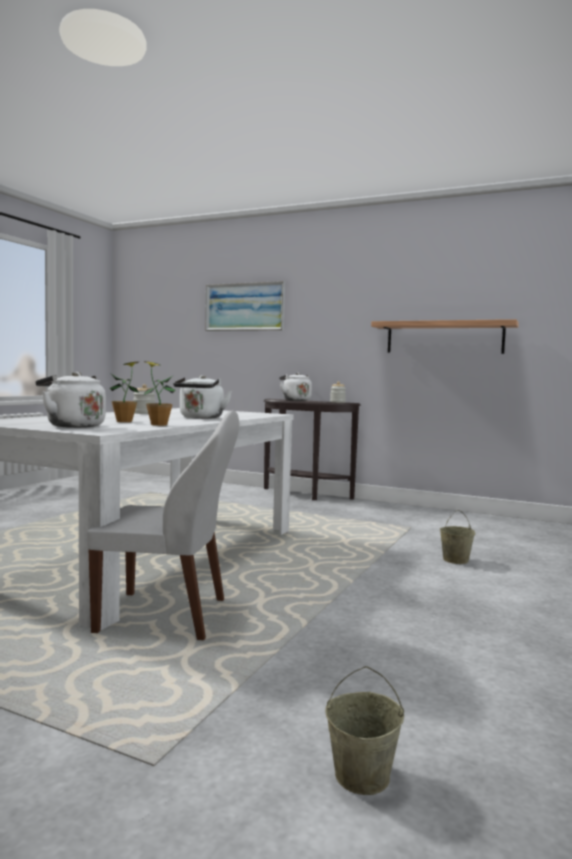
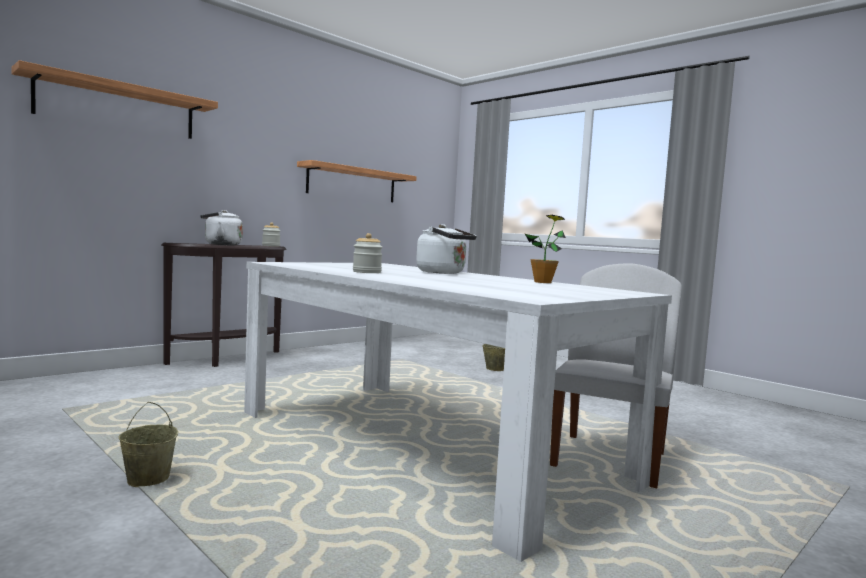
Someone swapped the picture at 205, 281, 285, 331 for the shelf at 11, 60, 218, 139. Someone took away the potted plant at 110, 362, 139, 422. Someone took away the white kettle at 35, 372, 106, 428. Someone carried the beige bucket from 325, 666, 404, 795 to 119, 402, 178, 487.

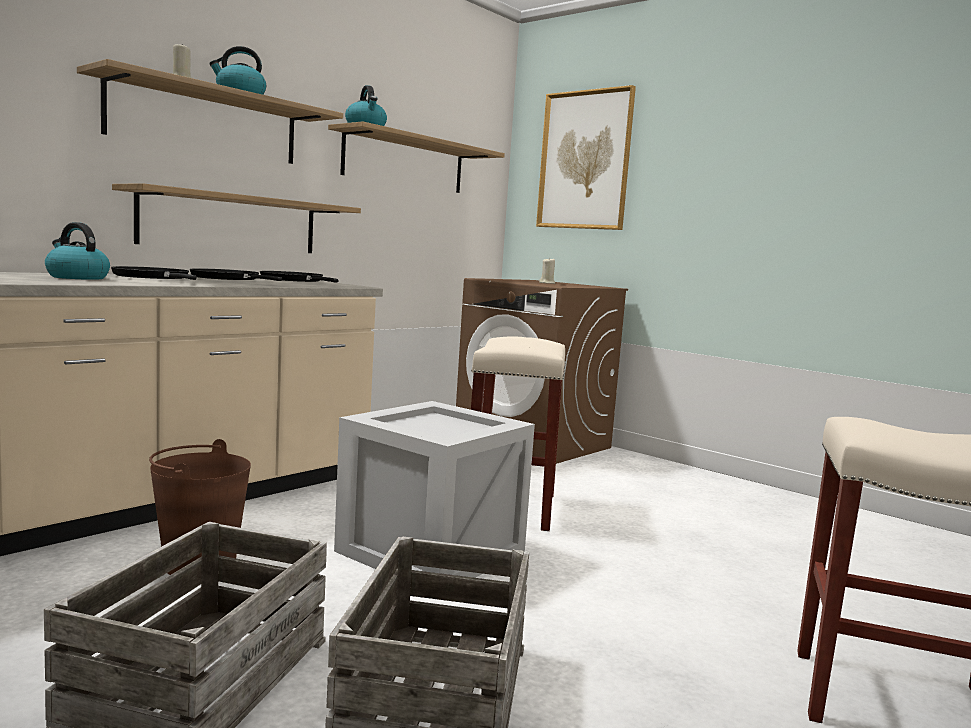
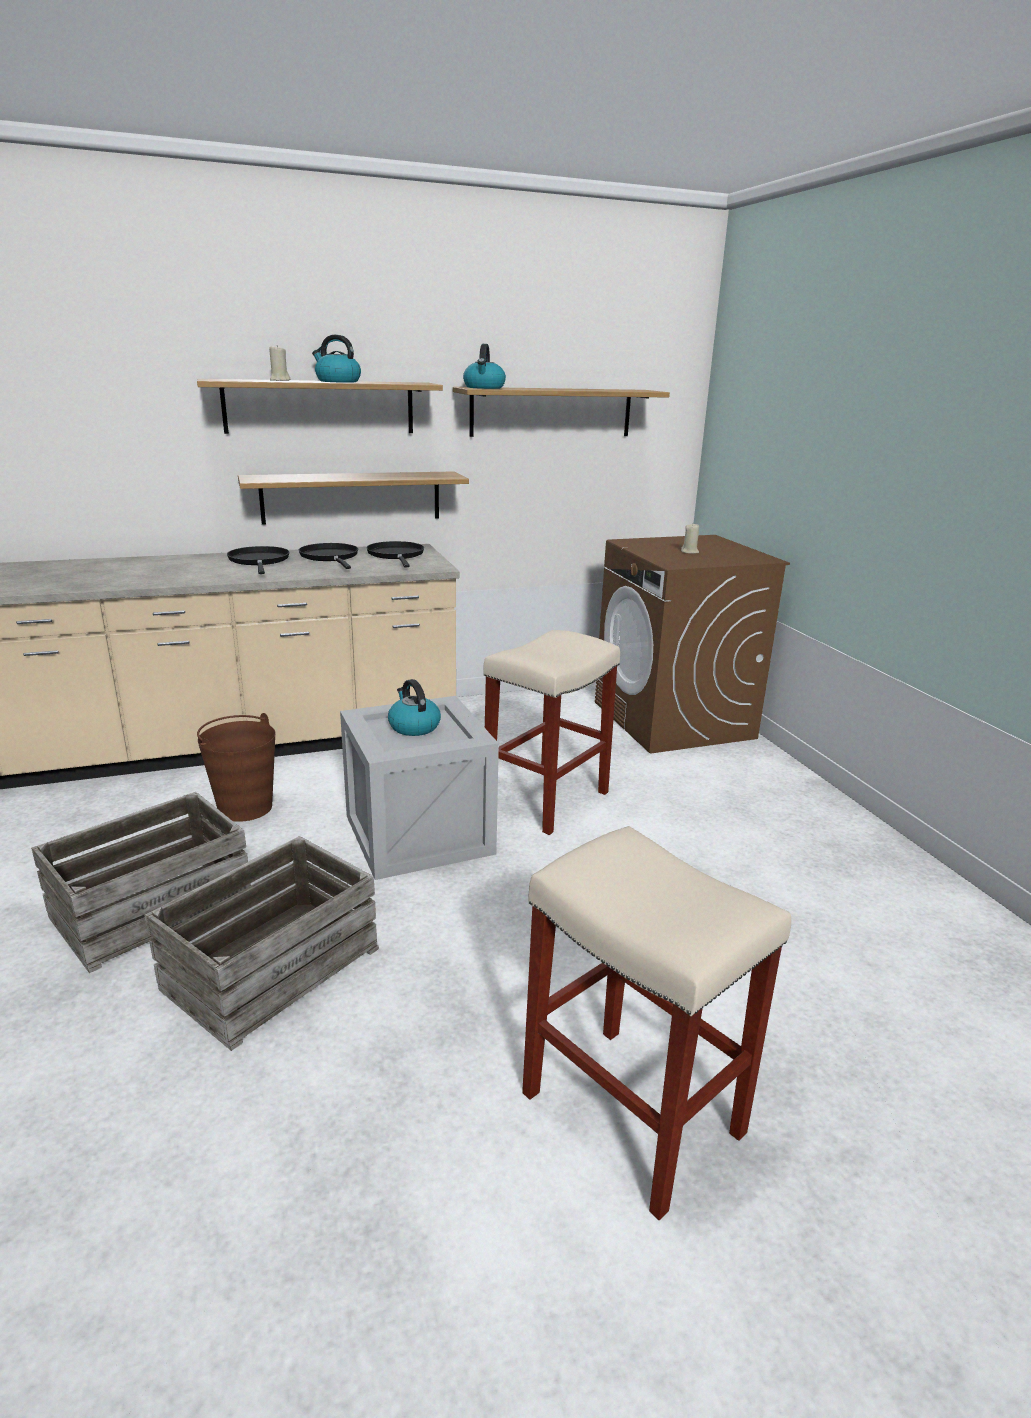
Someone took away the picture at 536, 85, 636, 230. Someone carried the kettle from 45, 222, 110, 280 to 388, 679, 441, 736.

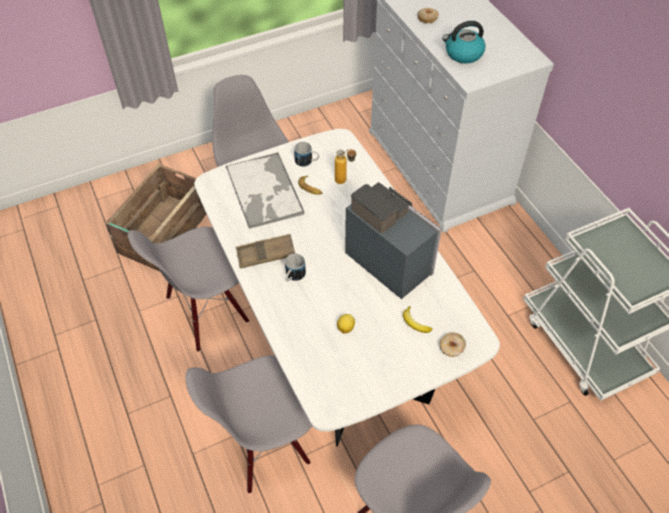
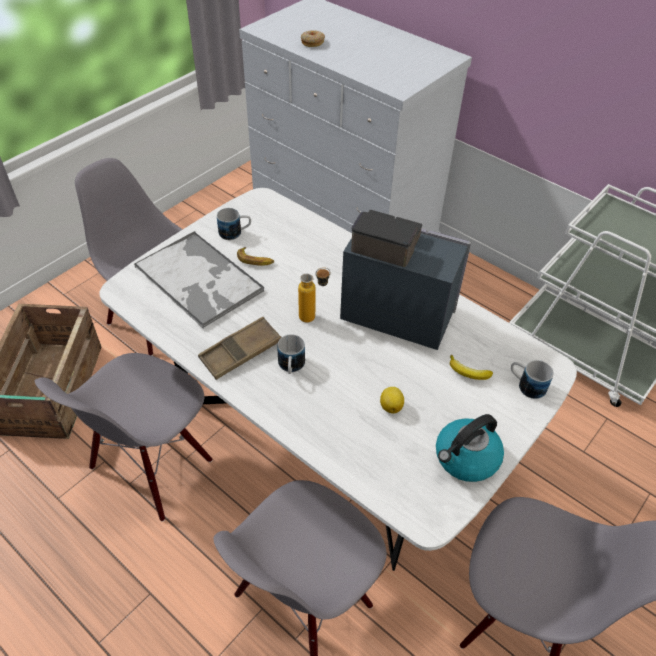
Someone carried the kettle from 442, 21, 486, 63 to 436, 414, 504, 482. Someone carried the bottle from 335, 149, 357, 184 to 298, 267, 331, 323. Someone swapped the donut at 440, 332, 466, 357 for the mug at 511, 360, 553, 399.

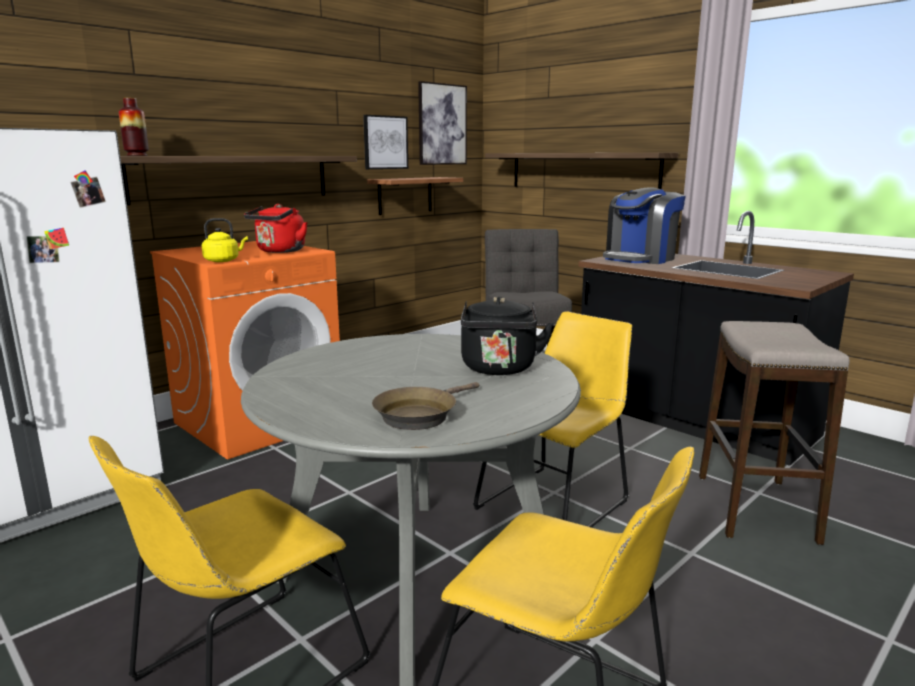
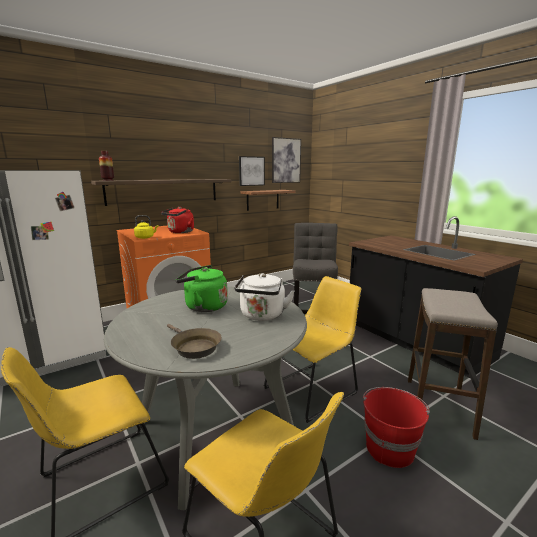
Someone took away the shelf at 485, 153, 678, 189. Someone took away the coffee machine at 603, 187, 686, 264. Someone repainted the black kettle at 461, 297, 554, 375, which became the white kettle at 234, 273, 295, 321. Someone rotated the brown frying pan at 372, 382, 479, 430 by 90 degrees counterclockwise. Someone put down the green kettle at 175, 265, 228, 312. Someone put down the red bucket at 363, 387, 430, 468.

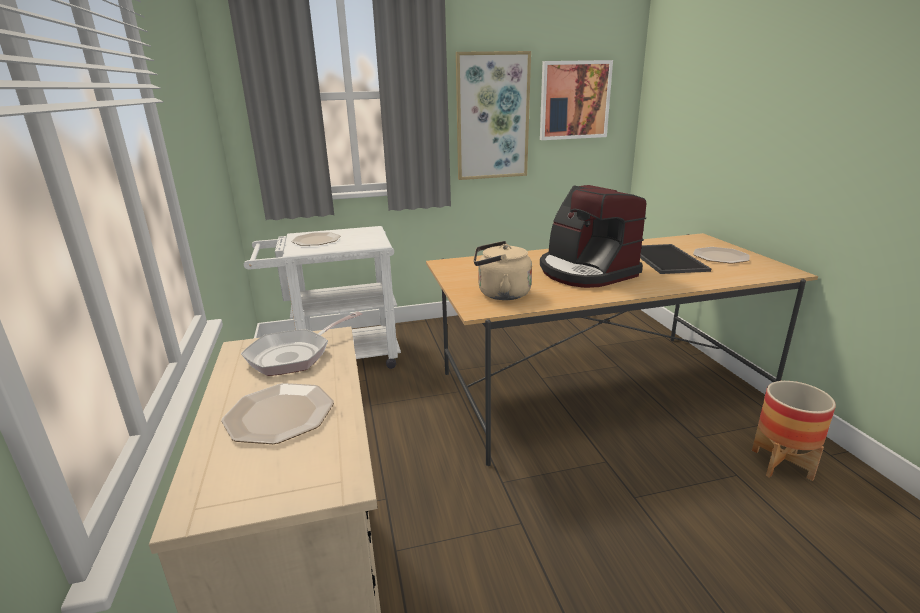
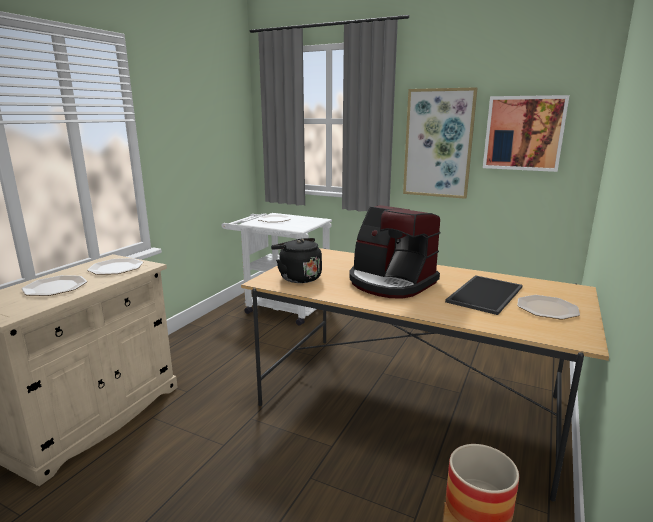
Someone rotated the coffee machine at 540, 185, 646, 288 by 60 degrees counterclockwise. Someone repainted the beige kettle at 474, 241, 532, 300, which became the black kettle at 271, 238, 322, 283. Someone swapped the frying pan at 241, 312, 362, 376 for the plate at 87, 258, 143, 275.

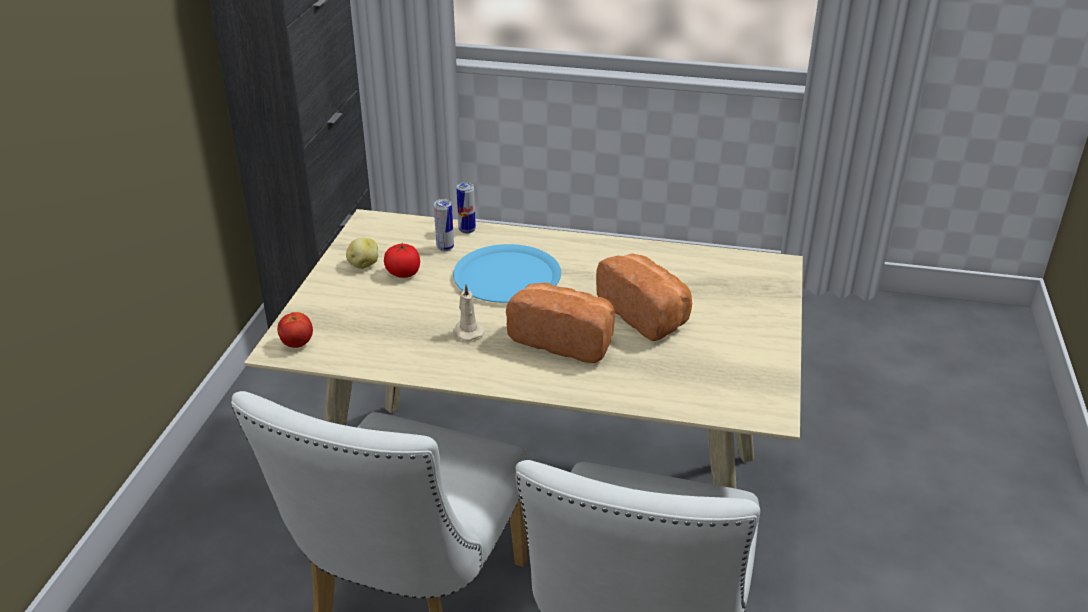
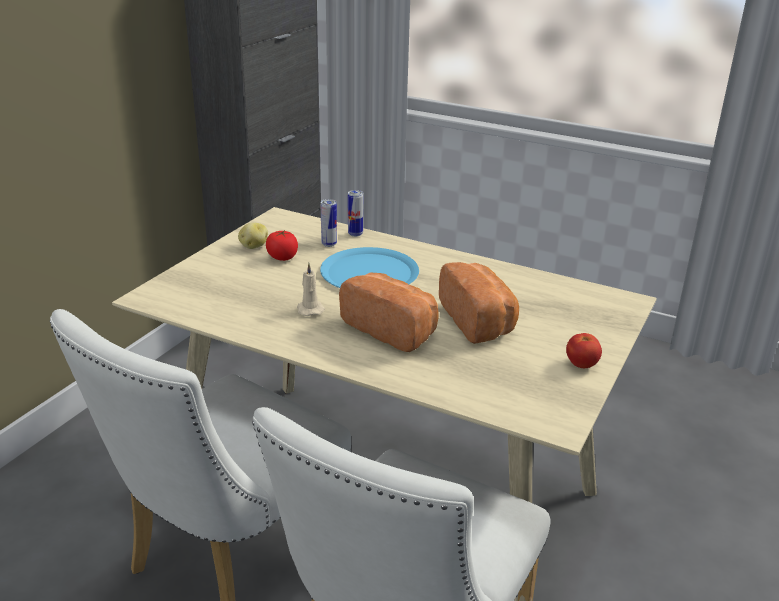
Someone carried the tomato from 277, 312, 313, 348 to 566, 333, 602, 368.

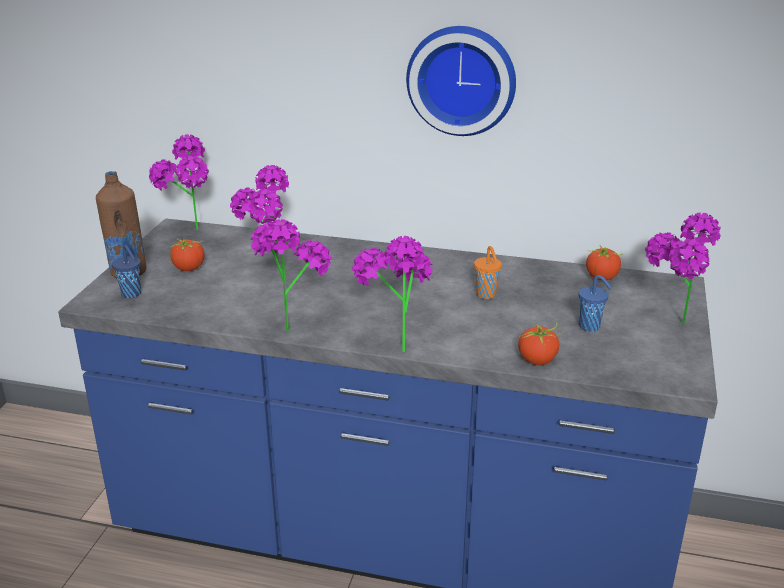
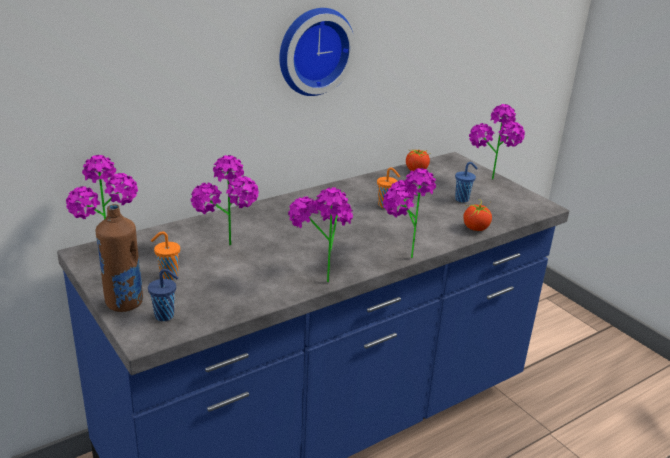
Someone swapped the tomato at 169, 239, 205, 271 for the orange cup at 151, 231, 180, 280.

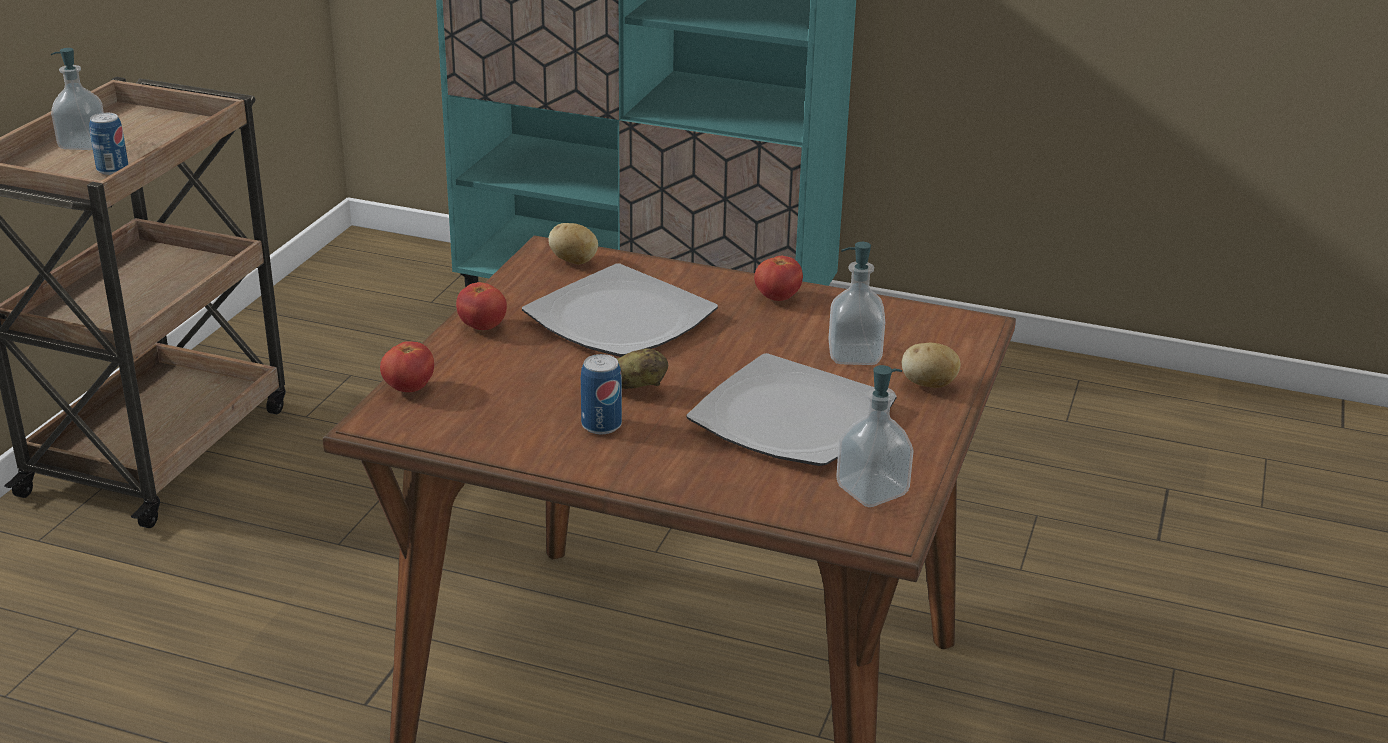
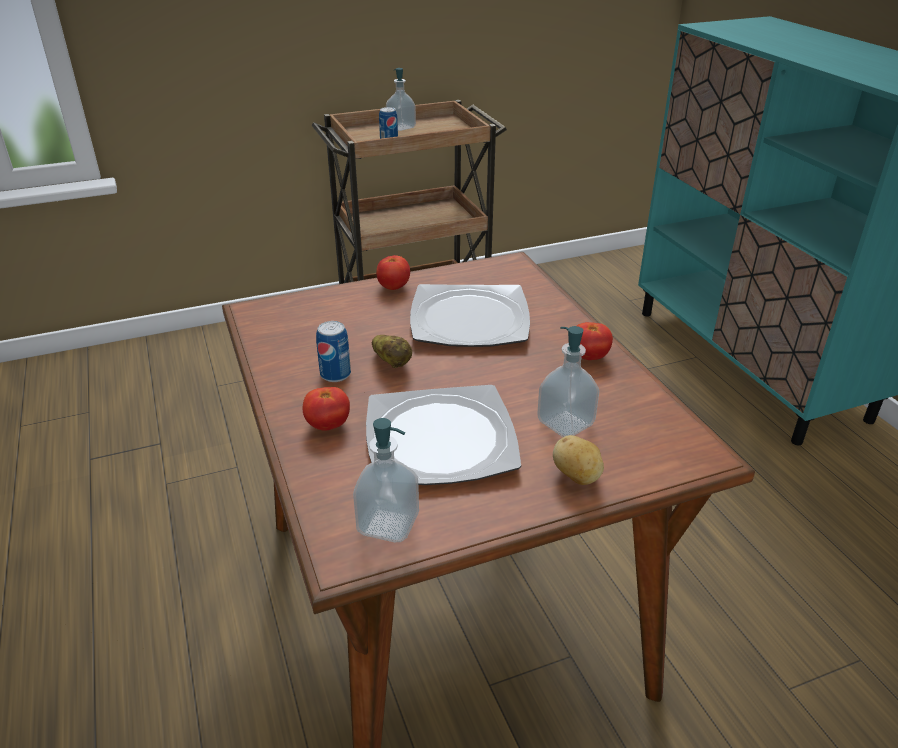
Someone took away the potato at 548, 223, 598, 264. Someone carried the tomato from 380, 341, 434, 392 to 302, 387, 350, 430.

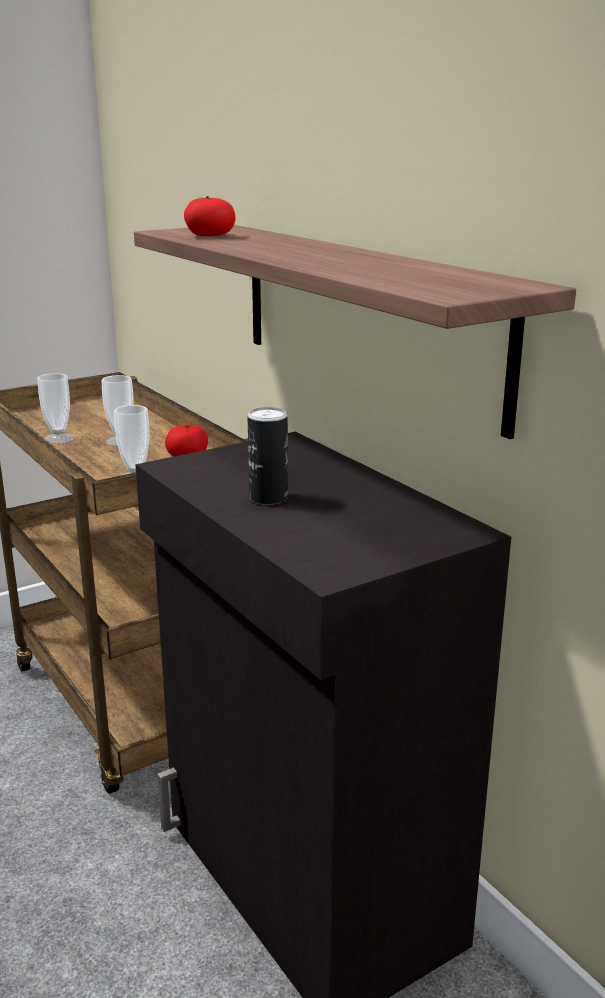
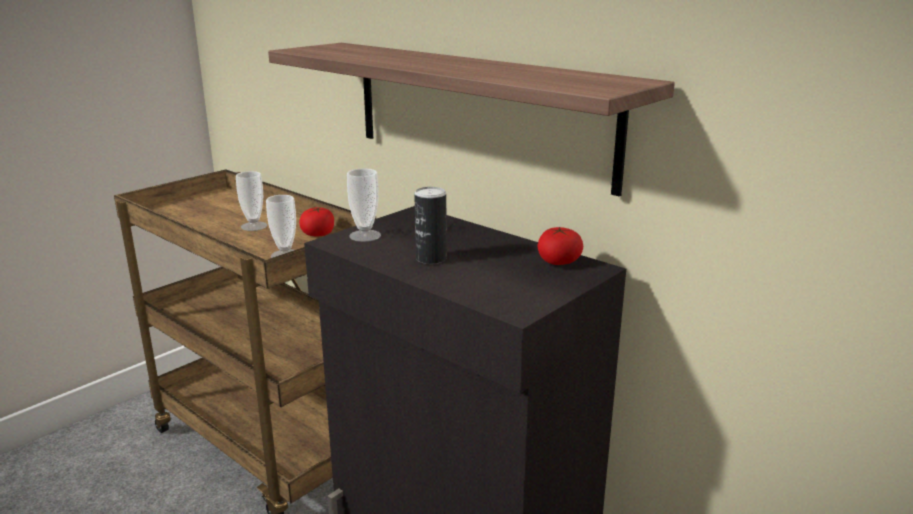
Someone carried the tomato from 184, 196, 235, 236 to 538, 227, 583, 265. Someone carried the cup from 37, 373, 74, 444 to 347, 169, 381, 242.

